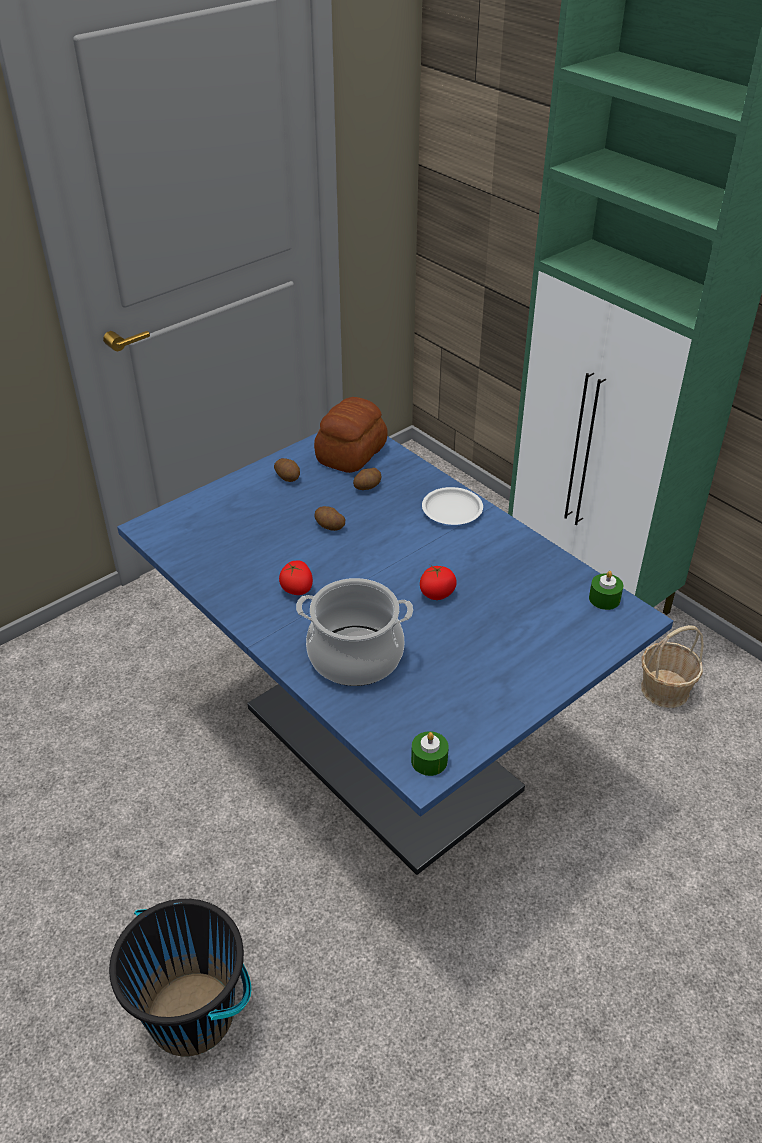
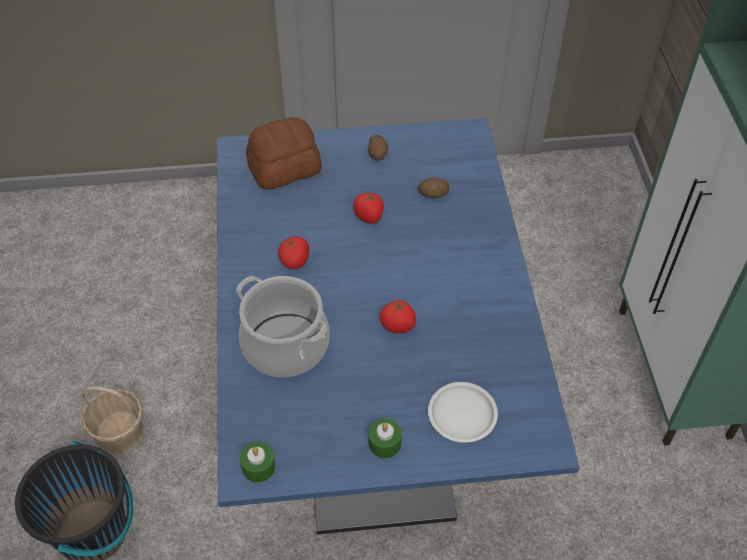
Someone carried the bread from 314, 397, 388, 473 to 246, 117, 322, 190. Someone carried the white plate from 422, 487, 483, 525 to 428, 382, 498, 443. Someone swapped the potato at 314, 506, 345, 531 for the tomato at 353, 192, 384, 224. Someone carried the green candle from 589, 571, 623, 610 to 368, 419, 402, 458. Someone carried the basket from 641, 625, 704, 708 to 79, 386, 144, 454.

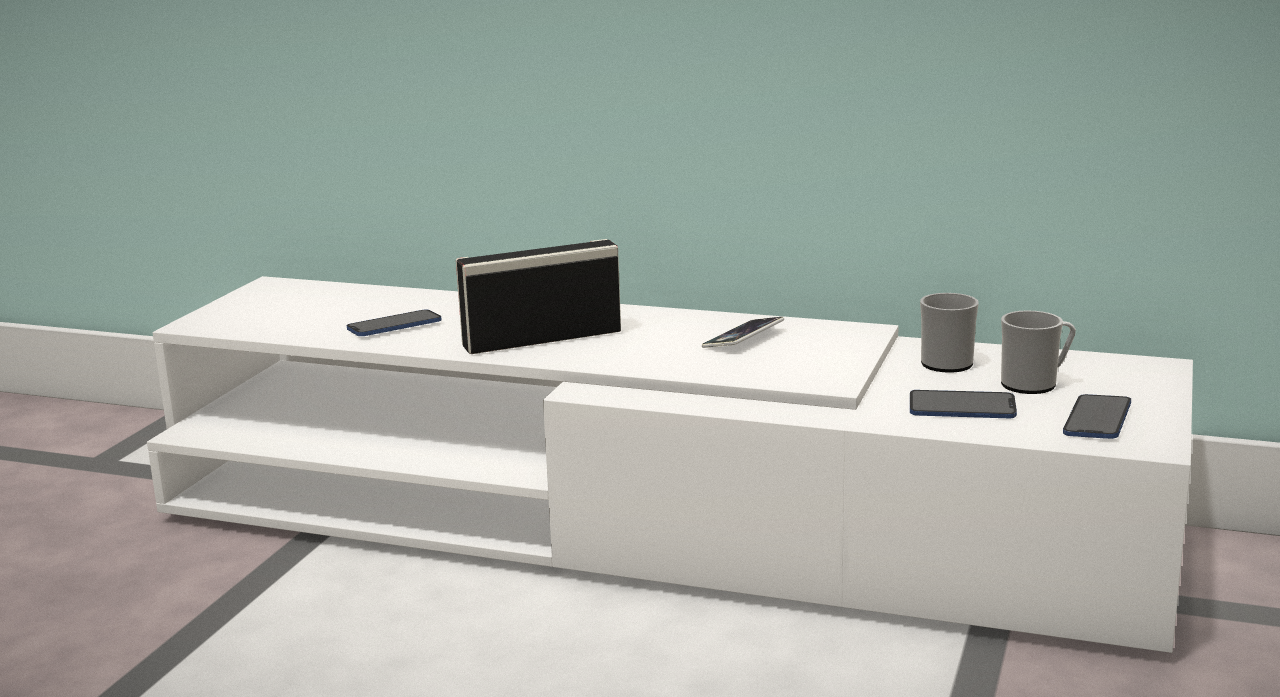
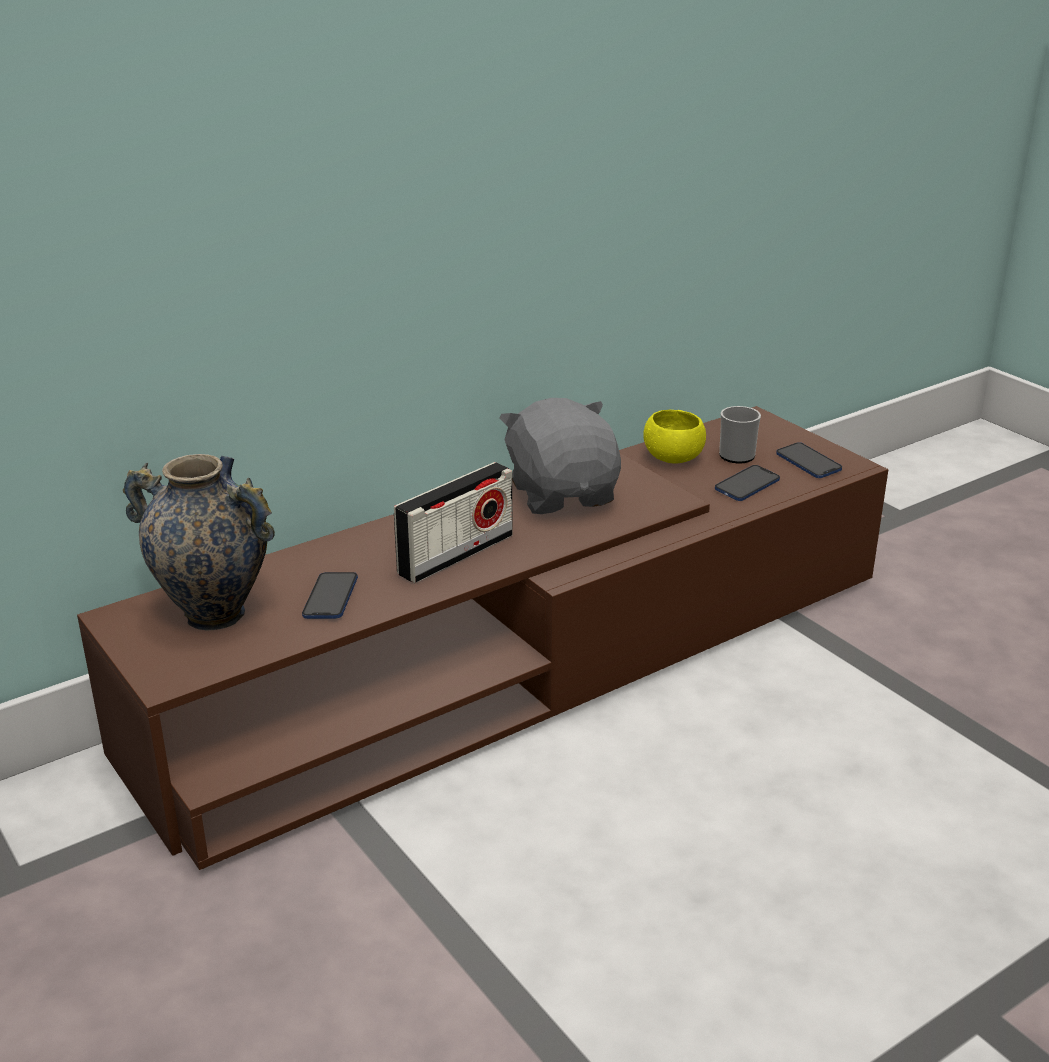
Someone rotated the radio at 456, 239, 621, 354 by 150 degrees counterclockwise. Someone repainted the white tv stand at 147, 276, 1193, 653, which became the brown tv stand at 77, 406, 889, 870. Someone swapped the mug at 920, 293, 979, 373 for the yellow bowl at 643, 410, 706, 464. Someone swapped the phone at 702, 317, 784, 348 for the grey plush toy at 499, 398, 621, 514. Someone put down the vase at 123, 454, 275, 631.

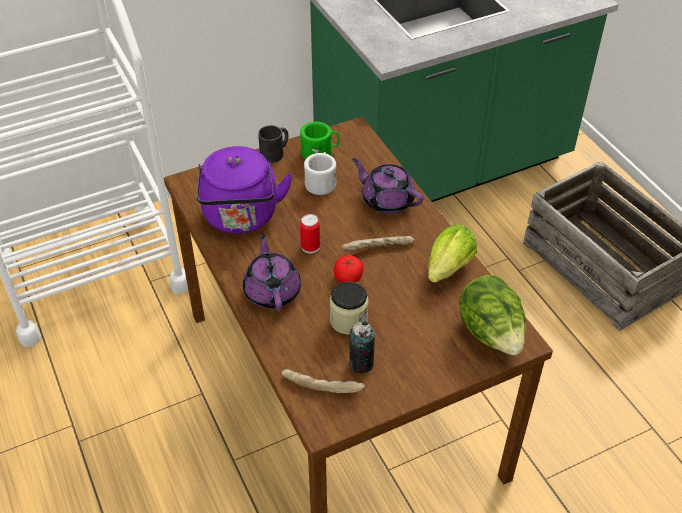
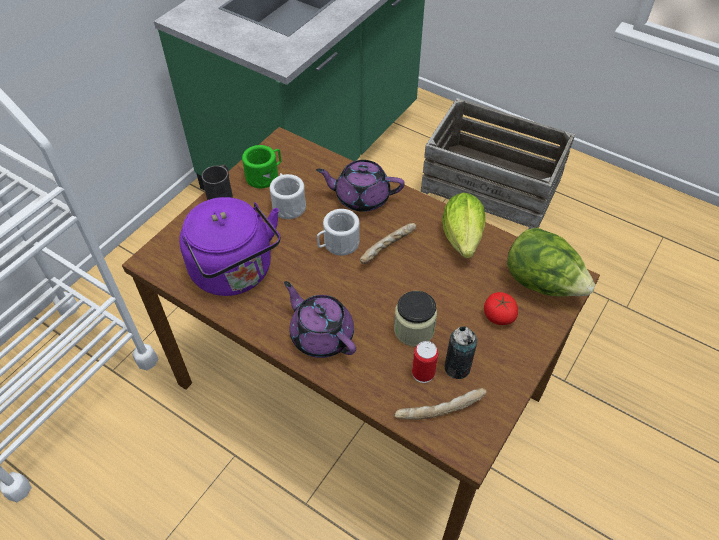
Someone carried the can from 300, 214, 320, 253 to 412, 341, 438, 383. Someone carried the tomato from 334, 255, 364, 283 to 484, 292, 518, 325. Someone put down the white mug at 317, 209, 359, 256.

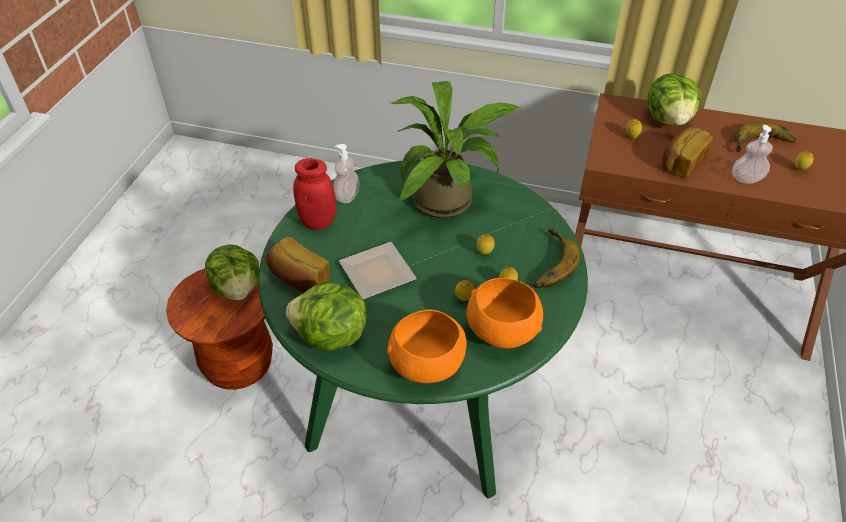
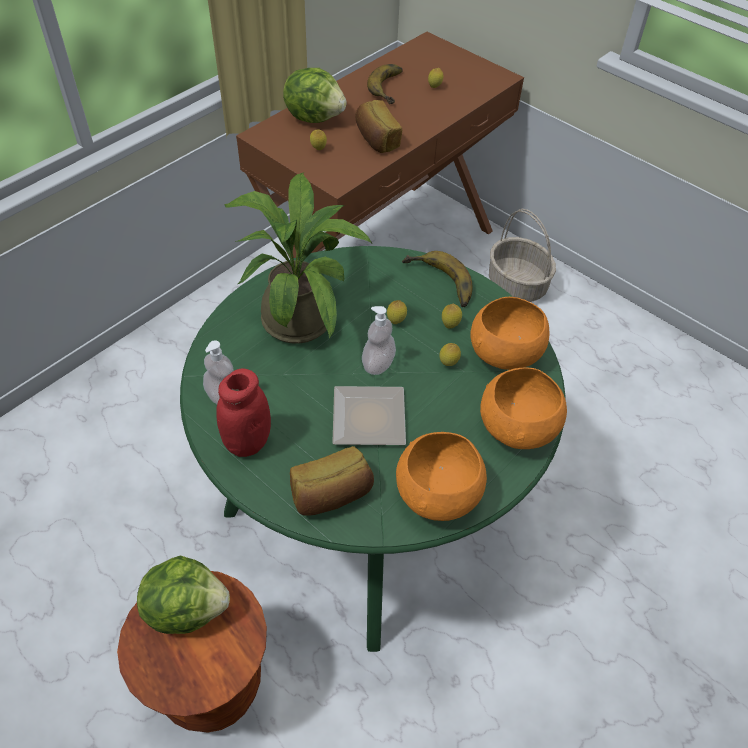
Someone carried the soap dispenser from 732, 125, 773, 184 to 362, 306, 396, 375. Someone swapped the lettuce at 286, 282, 367, 351 for the orange bowl at 396, 432, 487, 521. Someone put down the basket at 489, 209, 556, 302.

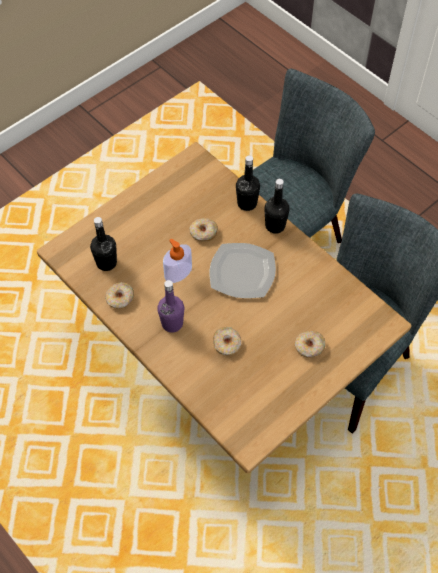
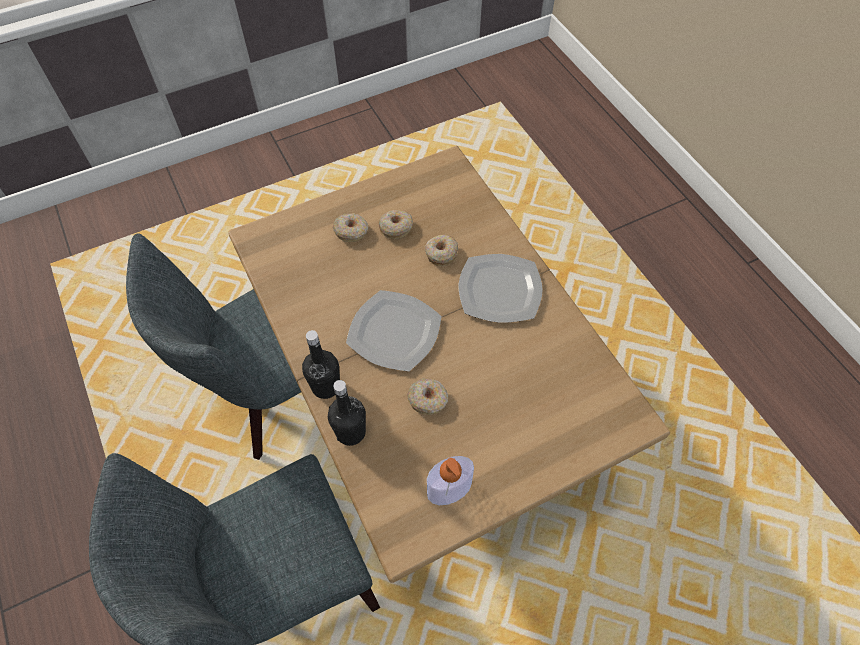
Someone took away the black bottle at 90, 217, 117, 271. Someone carried the soap dispenser from 163, 239, 192, 283 to 427, 456, 474, 505. Someone swapped the purple bottle at 157, 280, 184, 333 for the plate at 459, 254, 543, 323. Someone carried the donut from 105, 282, 134, 309 to 379, 210, 413, 239.

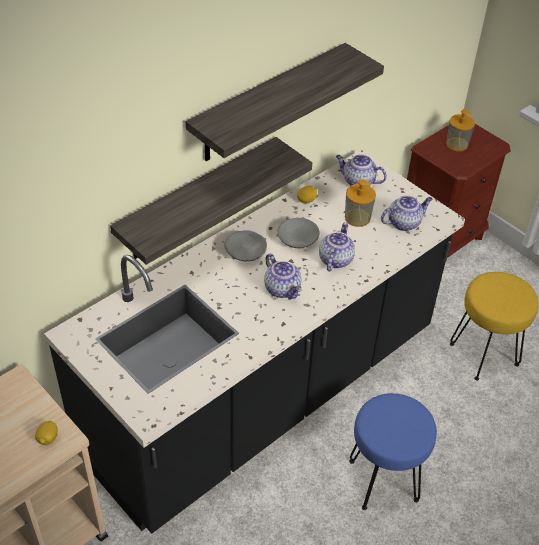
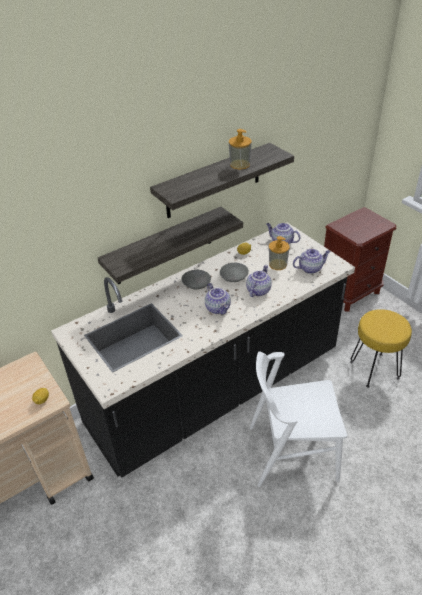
Someone carried the soap dispenser from 446, 110, 475, 151 to 229, 129, 252, 169. Someone swapped the blue stool at 349, 393, 437, 510 for the white chair at 250, 351, 347, 487.

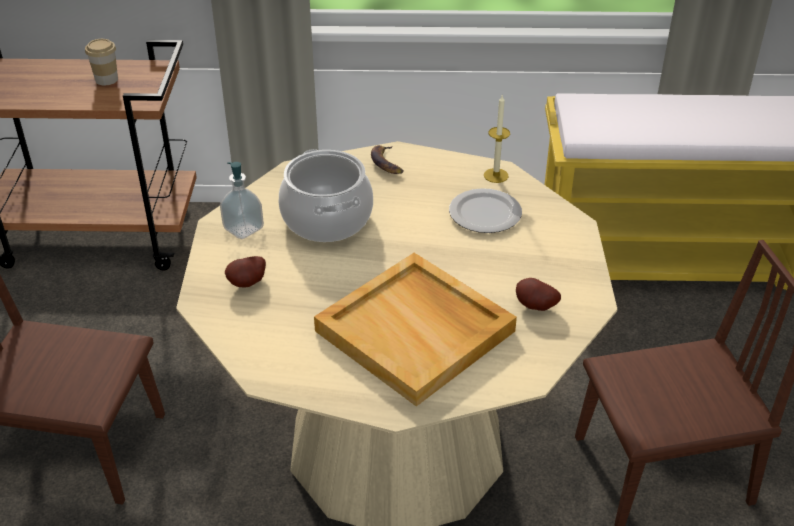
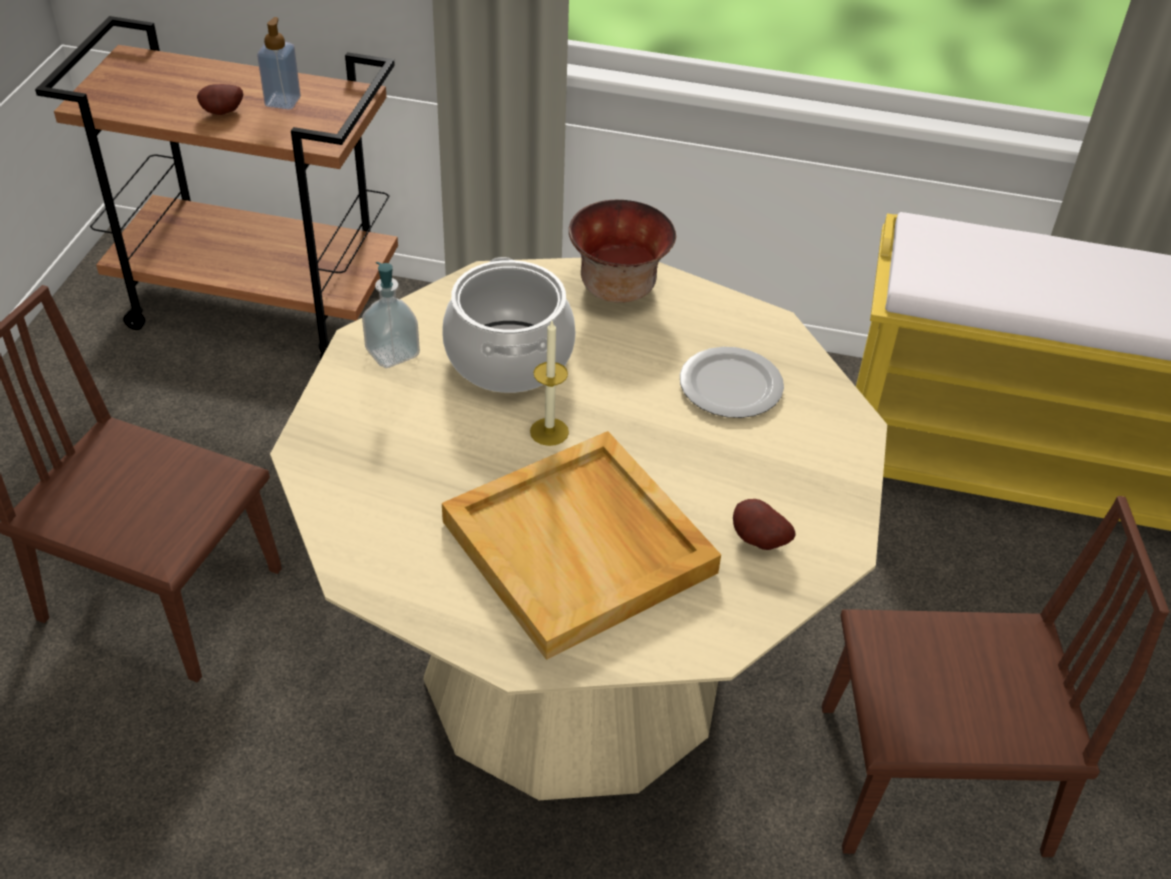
Someone swapped the cup at 85, 39, 118, 85 for the soap dispenser at 257, 17, 301, 110. Someone carried the candle from 484, 95, 510, 183 to 530, 321, 569, 446. Someone swapped the banana at 371, 145, 404, 174 for the bowl at 569, 200, 676, 303. Someone carried the potato from 225, 256, 266, 287 to 197, 84, 243, 115.

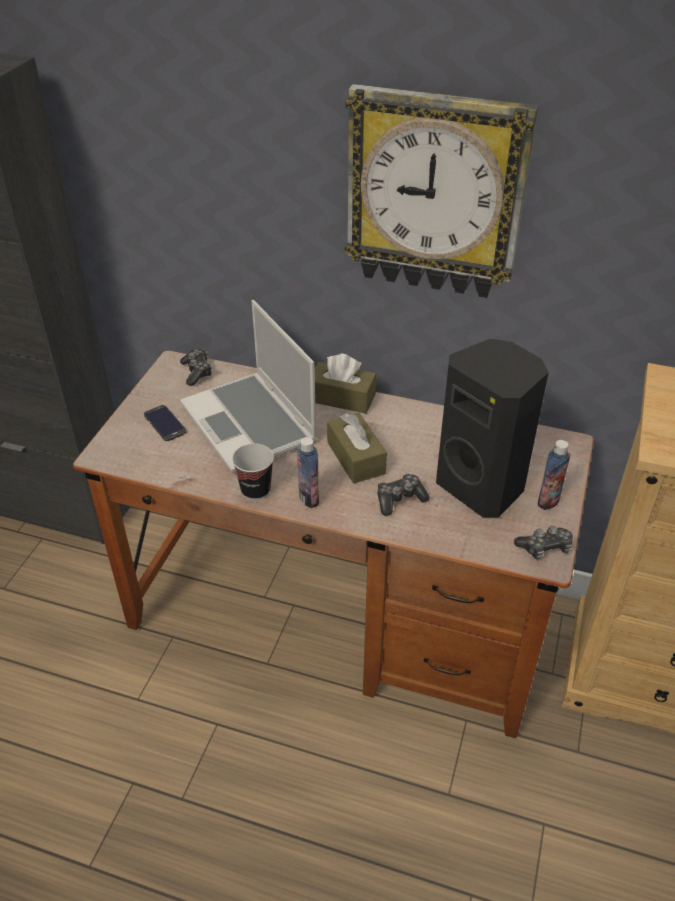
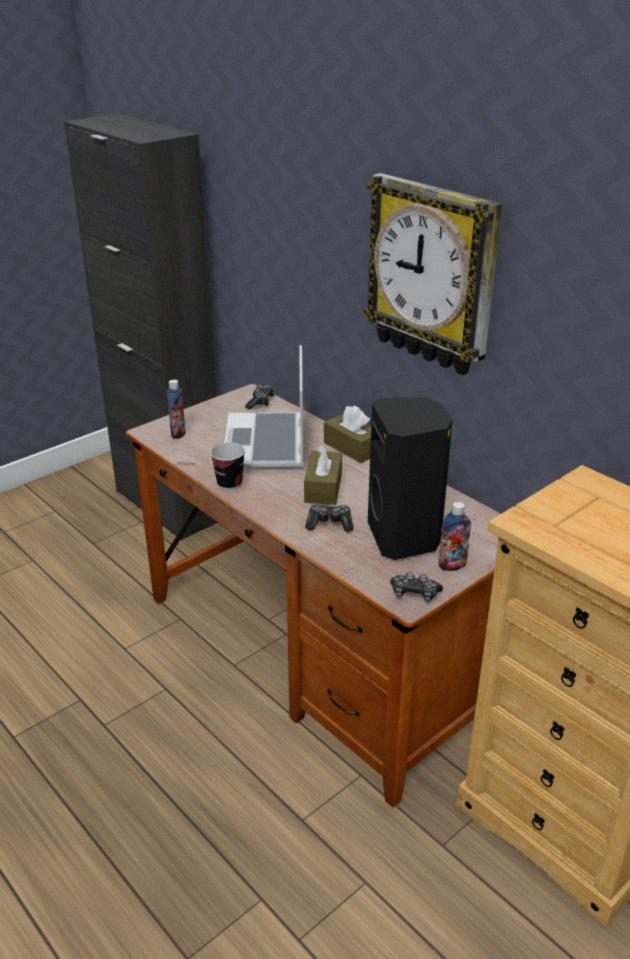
Someone took away the phone at 144, 405, 186, 441. Someone carried the bottle from 297, 437, 319, 508 to 167, 380, 186, 439.

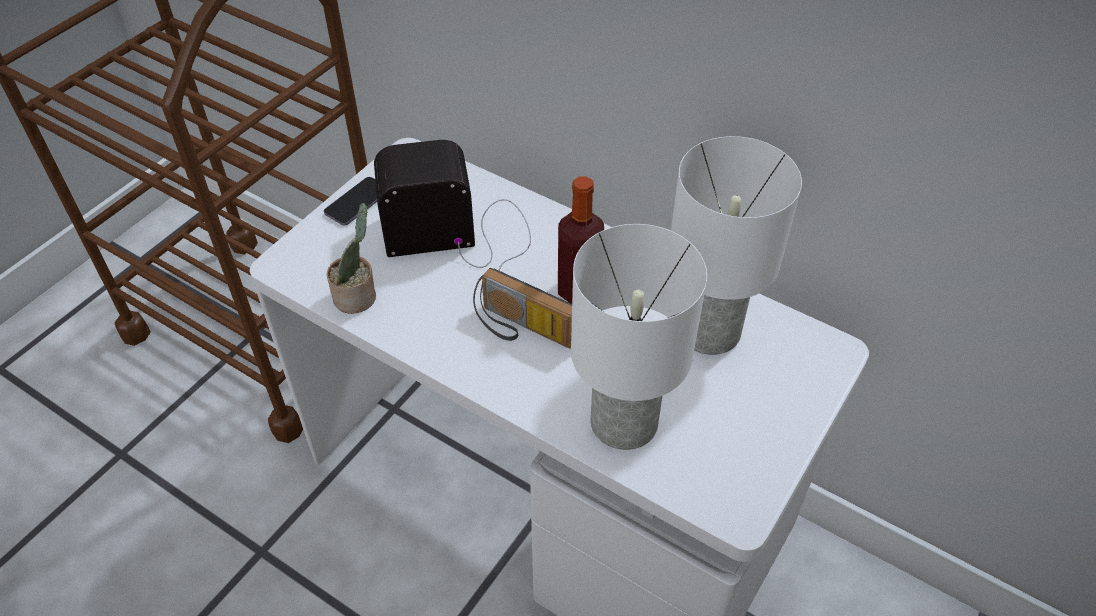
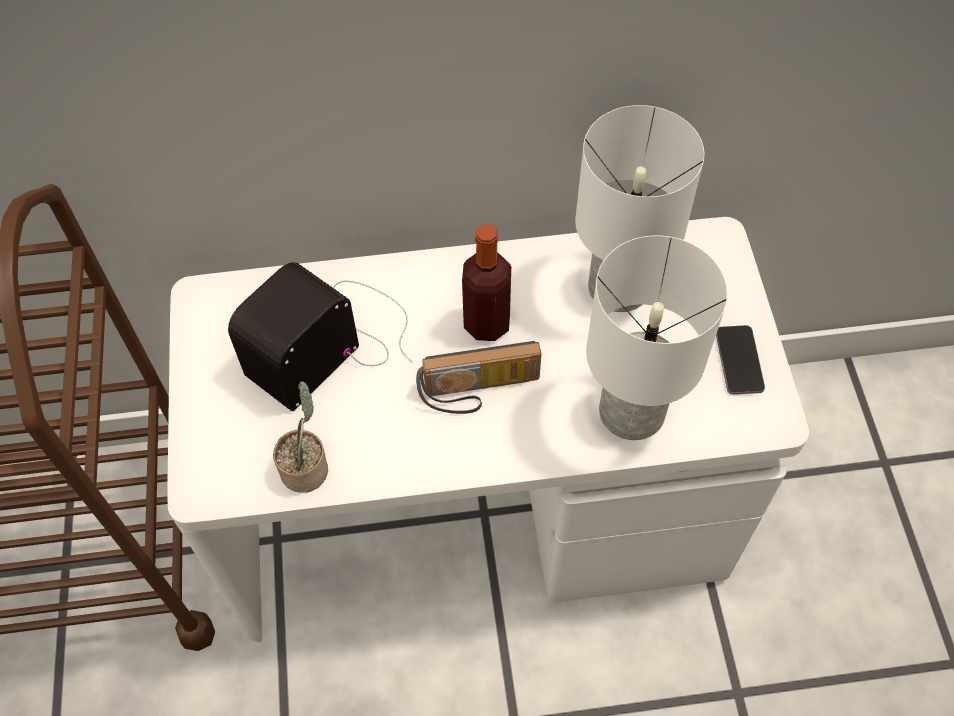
Someone carried the phone from 324, 177, 377, 225 to 716, 325, 765, 395.

